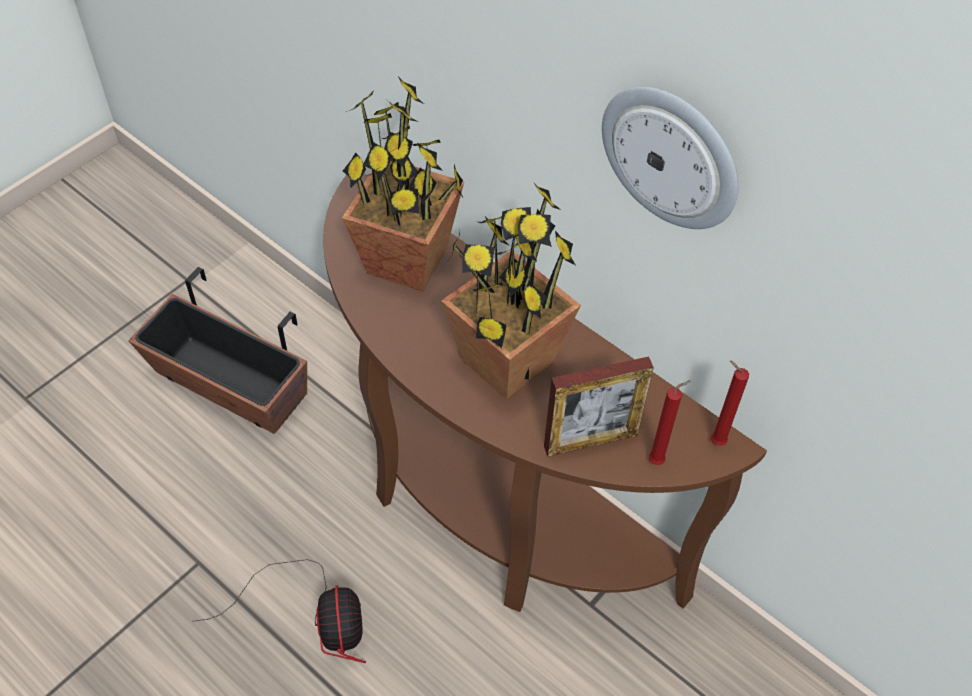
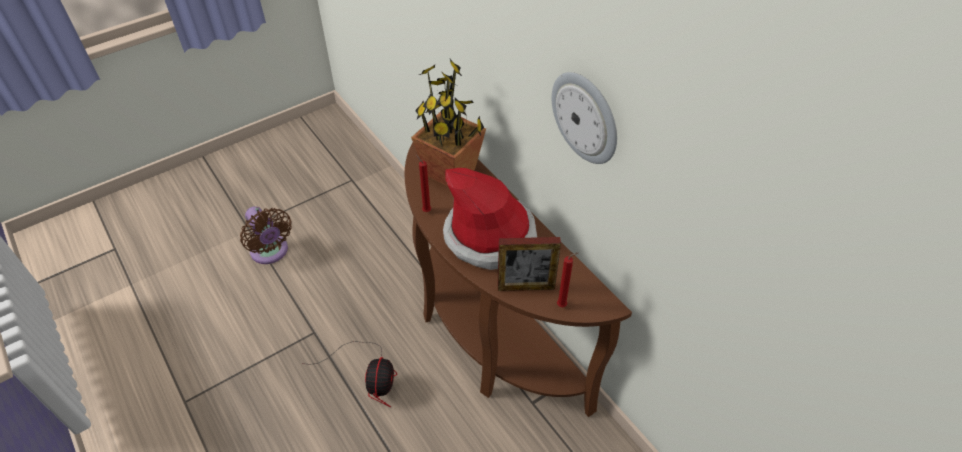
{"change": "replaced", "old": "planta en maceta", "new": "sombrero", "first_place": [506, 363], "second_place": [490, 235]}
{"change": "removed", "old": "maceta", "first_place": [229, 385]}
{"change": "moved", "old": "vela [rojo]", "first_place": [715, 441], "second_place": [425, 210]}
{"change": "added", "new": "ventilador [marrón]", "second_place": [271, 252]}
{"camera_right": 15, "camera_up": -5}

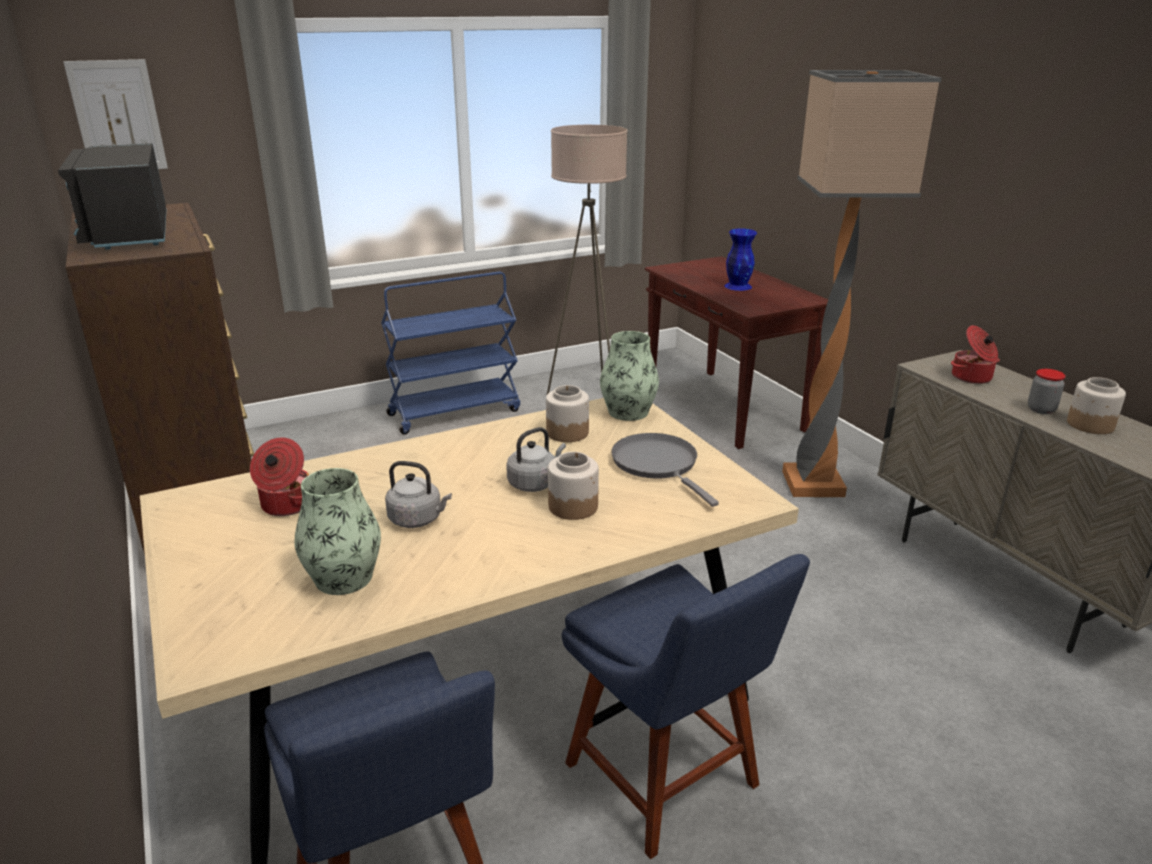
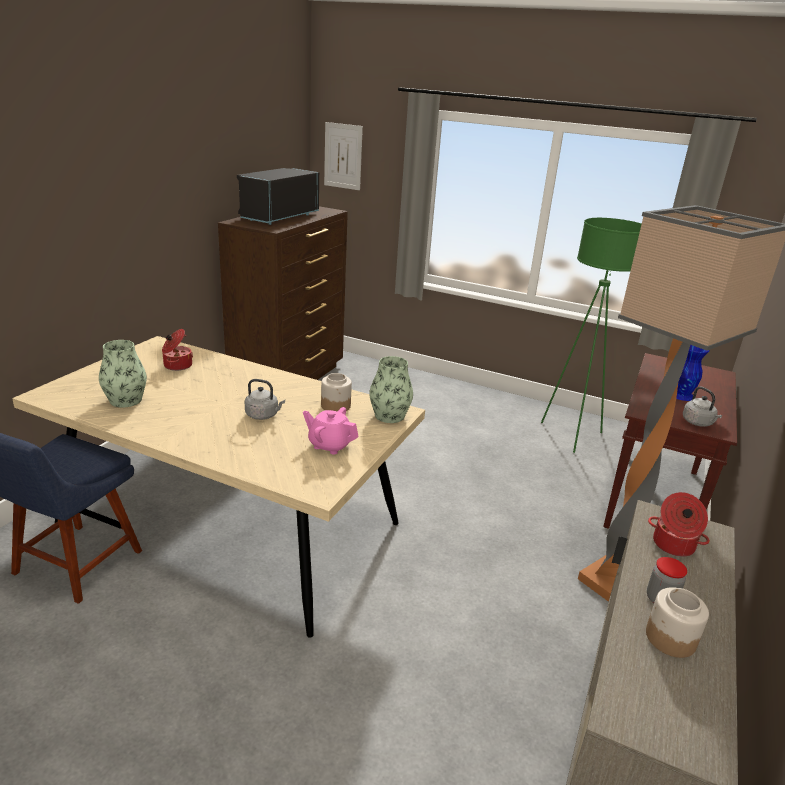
{"change": "recoloured", "old": "lámpara de pie [beis]", "new": "lámpara de pie [verde]", "first_place": [588, 394], "second_place": [571, 435]}
{"change": "removed", "old": "carrito [azul]", "first_place": [455, 412]}
{"change": "replaced", "old": "sartén [gris]", "new": "tetera [rosa]", "first_place": [658, 464], "second_place": [330, 445]}
{"change": "removed", "old": "tarro", "first_place": [573, 506]}
{"change": "moved", "old": "hervidor [gris]", "first_place": [418, 519], "second_place": [698, 423]}
{"change": "removed", "old": "silla [azul]", "first_place": [667, 781]}
{"camera_right": 50, "camera_up": 0}

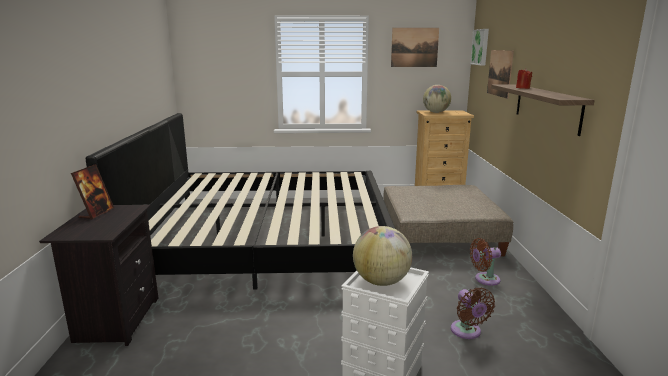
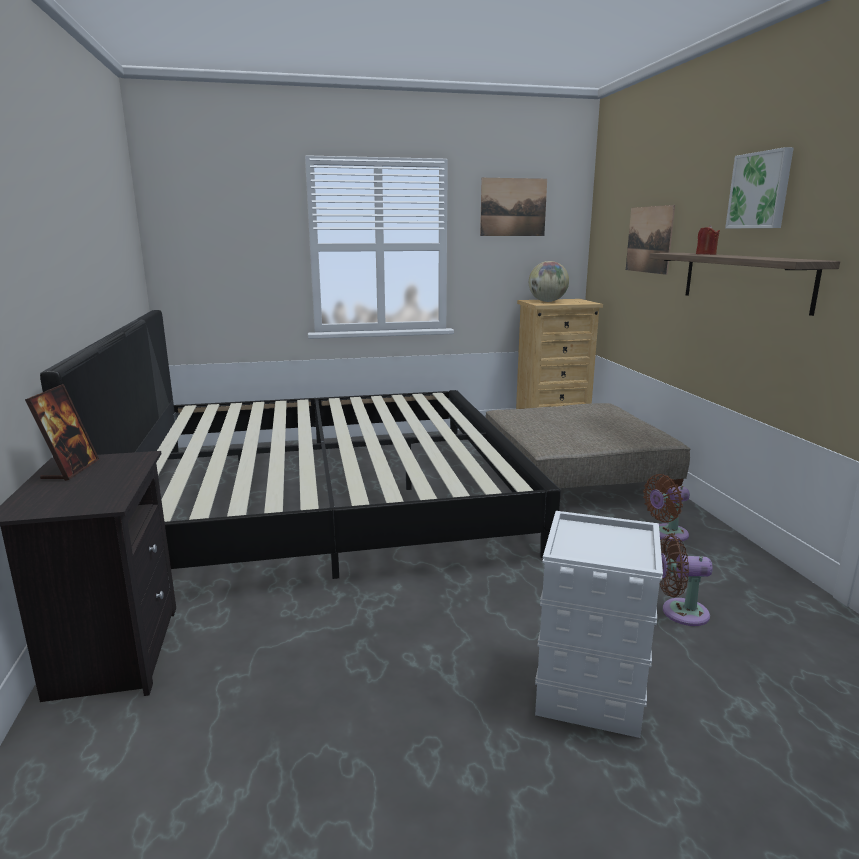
{"change": "moved", "old": "cuadro", "first_place": [481, 47], "second_place": [760, 190]}
{"change": "removed", "old": "globo terráqueo", "first_place": [381, 281]}
{"change": "turned", "old": "ventilador [marrón]", "first_place": [467, 332], "second_place": [680, 612], "degrees": 120}
{"camera_right": -10, "camera_up": 0}

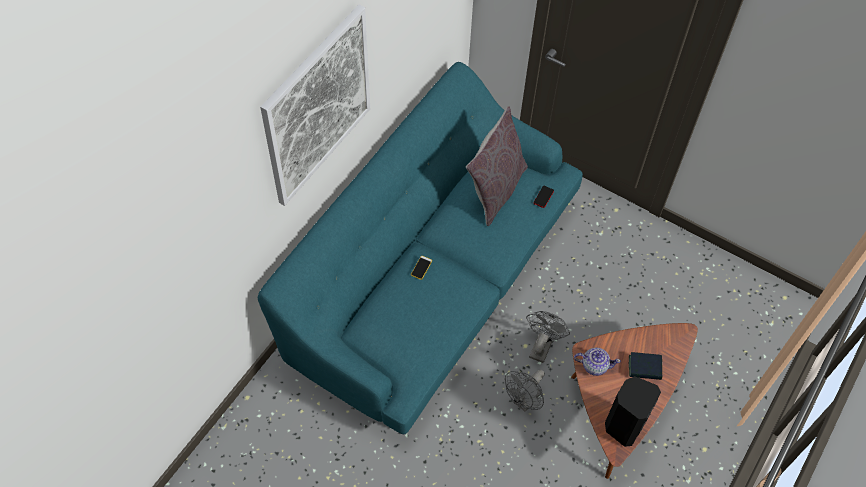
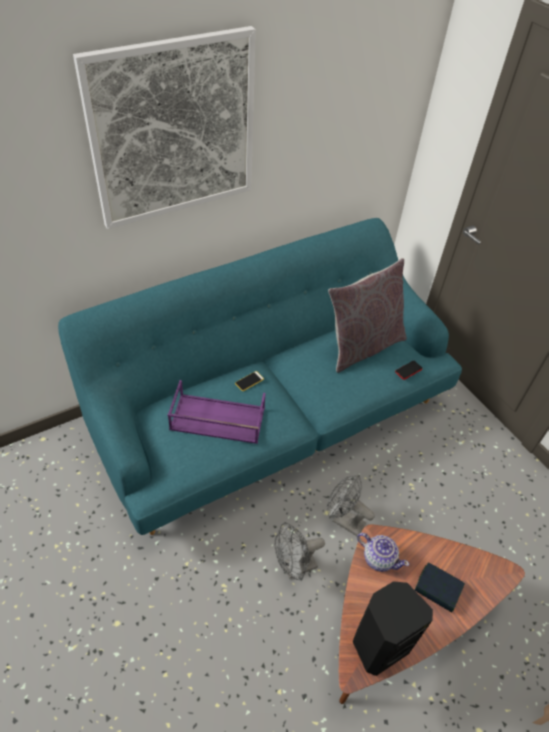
{"change": "turned", "old": "ventilador [gris]", "first_place": [541, 345], "second_place": [343, 520], "degrees": -105}
{"change": "added", "new": "bandeja [morado]", "second_place": [216, 419]}
{"camera_right": 25, "camera_up": -10}

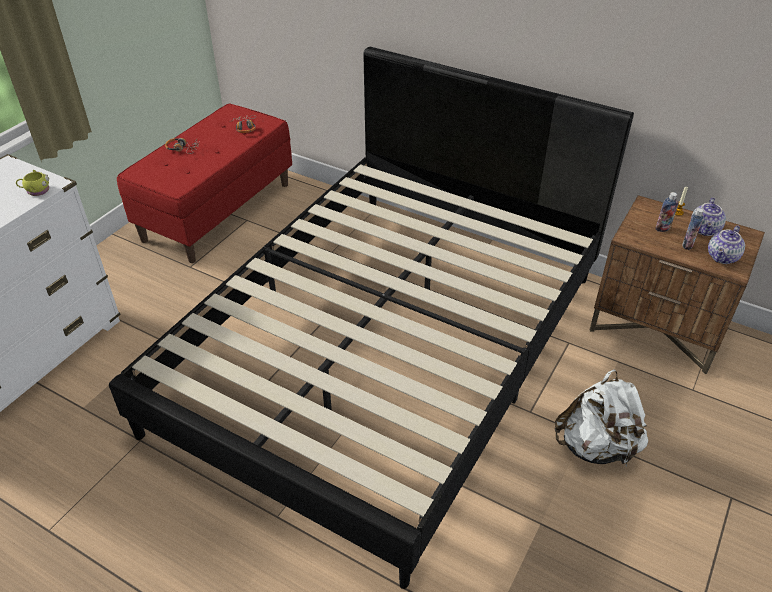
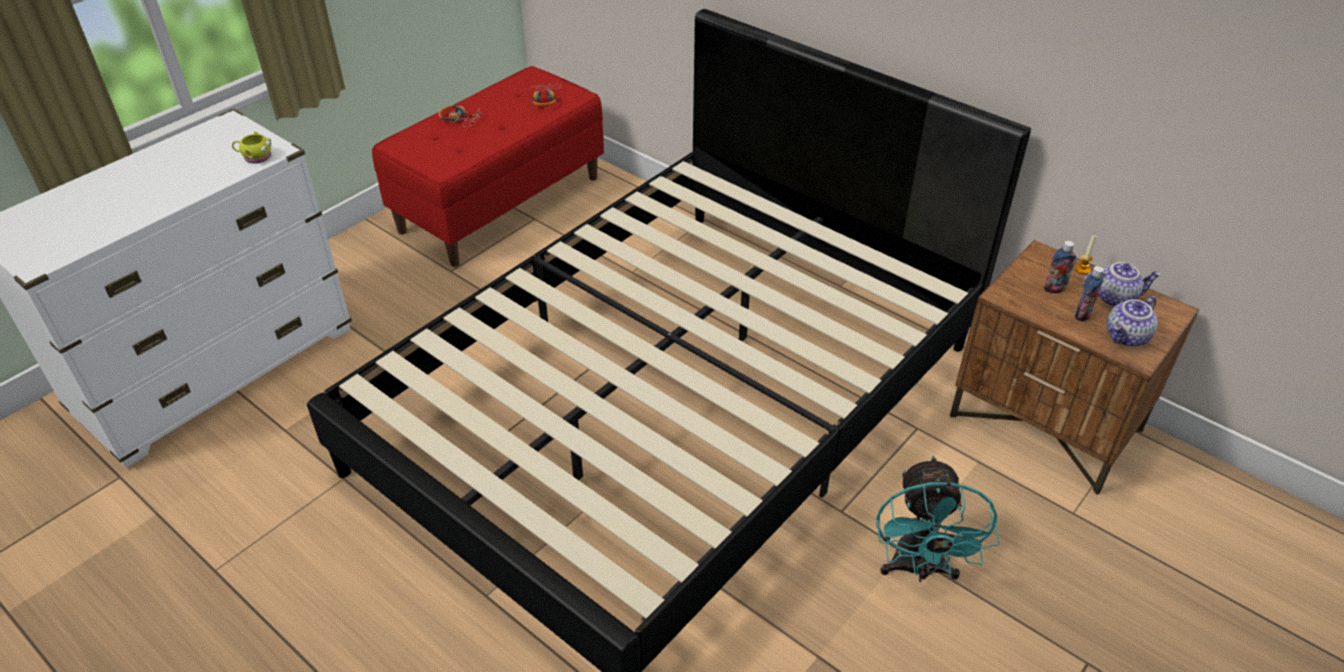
{"change": "turned", "old": "tetera", "first_place": [705, 230], "second_place": [1114, 297], "degrees": -120}
{"change": "replaced", "old": "mochila [blanco]", "new": "ventilador [turquesa]", "first_place": [596, 447], "second_place": [918, 569]}
{"camera_right": 10, "camera_up": 0}

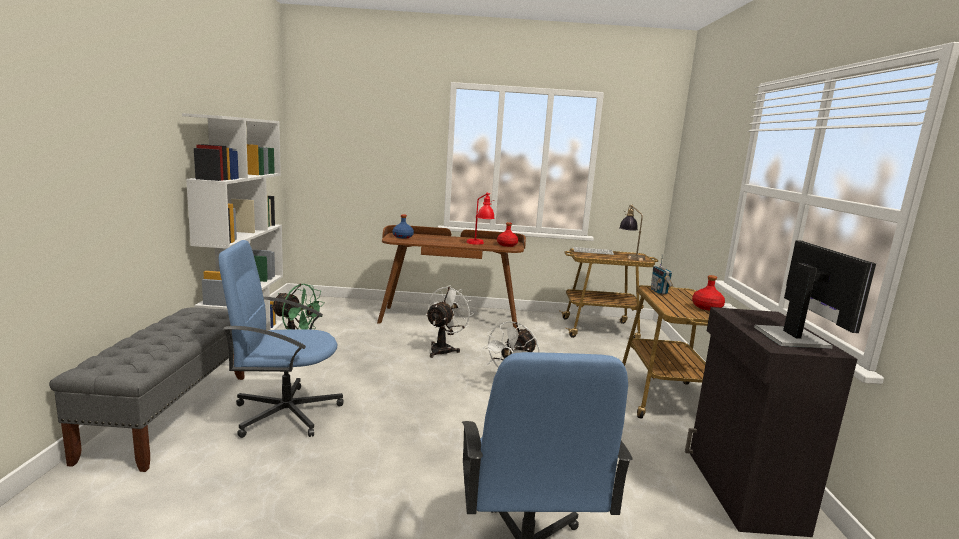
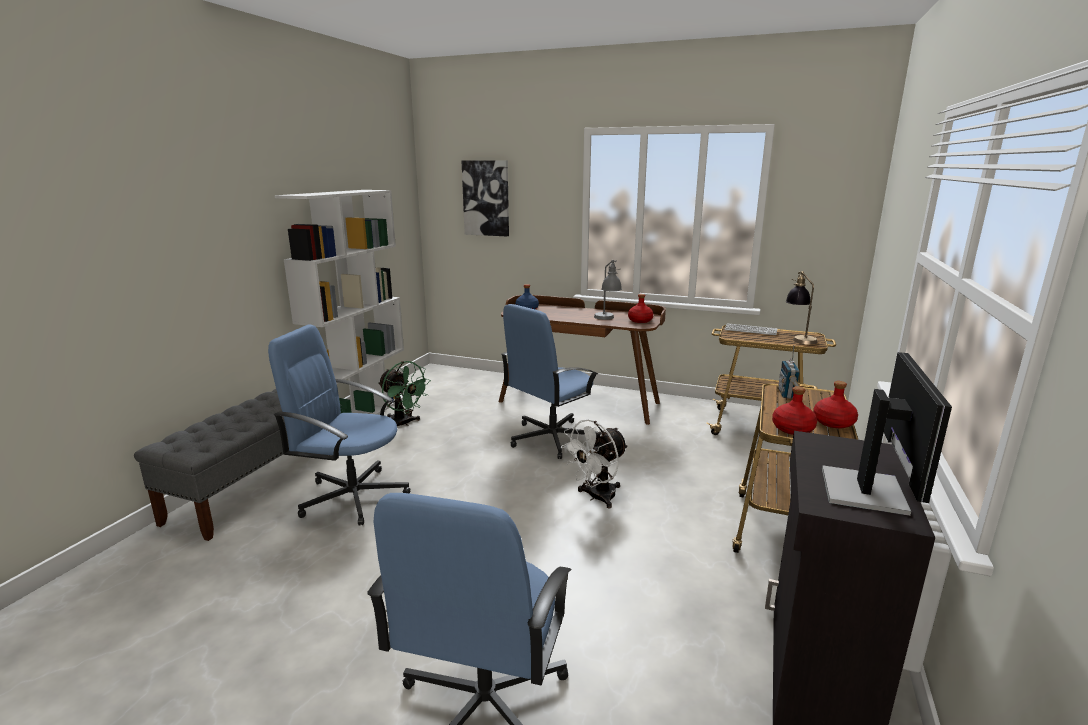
{"change": "recoloured", "old": "lámpara de mesa [rojo]", "new": "lámpara de mesa [gris]", "first_place": [479, 244], "second_place": [607, 319]}
{"change": "replaced", "old": "ventilador [blanco]", "new": "silla de oficina [azul]", "first_place": [444, 349], "second_place": [551, 438]}
{"change": "added", "new": "cuadro", "second_place": [486, 198]}
{"change": "added", "new": "botella [rojo]", "second_place": [793, 429]}
{"camera_right": 20, "camera_up": 5}

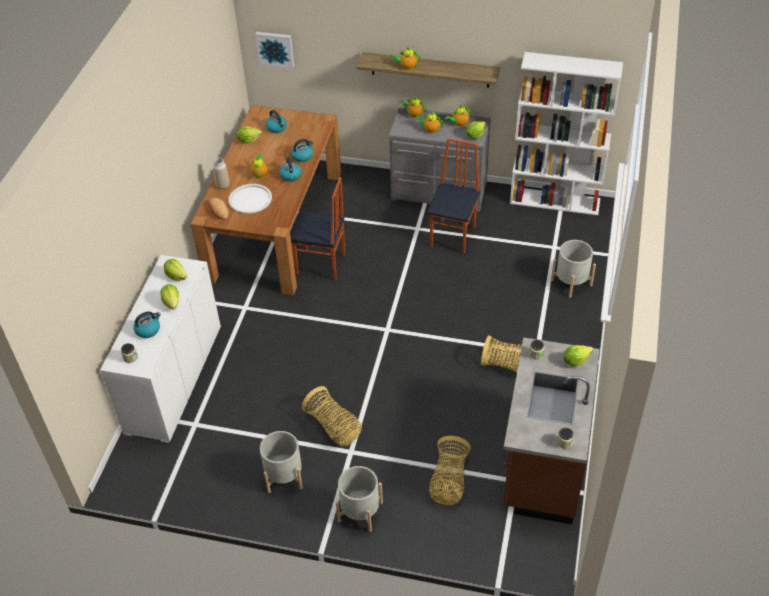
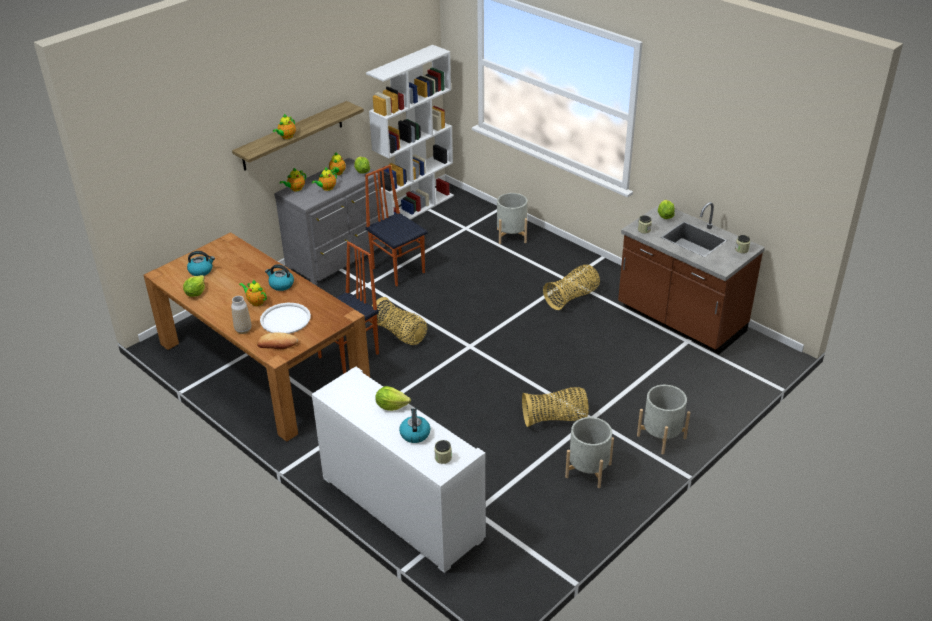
{"change": "removed", "old": "cuadro", "first_place": [275, 48]}
{"change": "removed", "old": "hervidor", "first_place": [302, 156]}
{"change": "removed", "old": "lechuga", "first_place": [176, 276]}
{"change": "moved", "old": "cesta", "first_place": [448, 481], "second_place": [400, 334]}
{"camera_right": -60, "camera_up": -10}

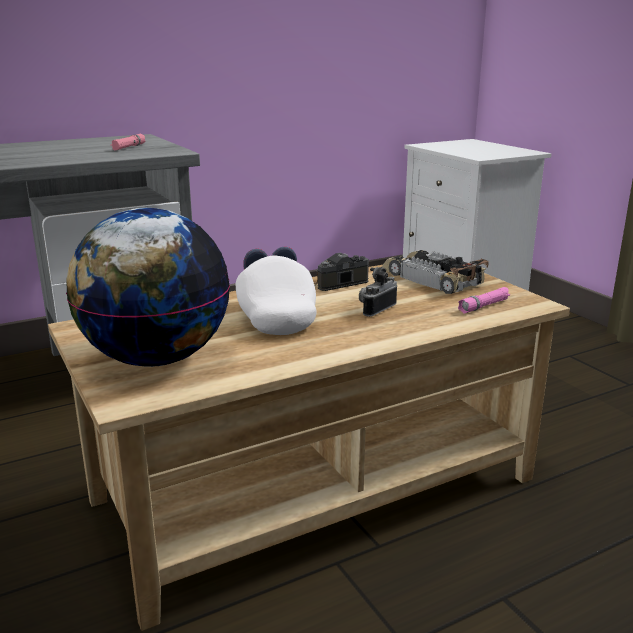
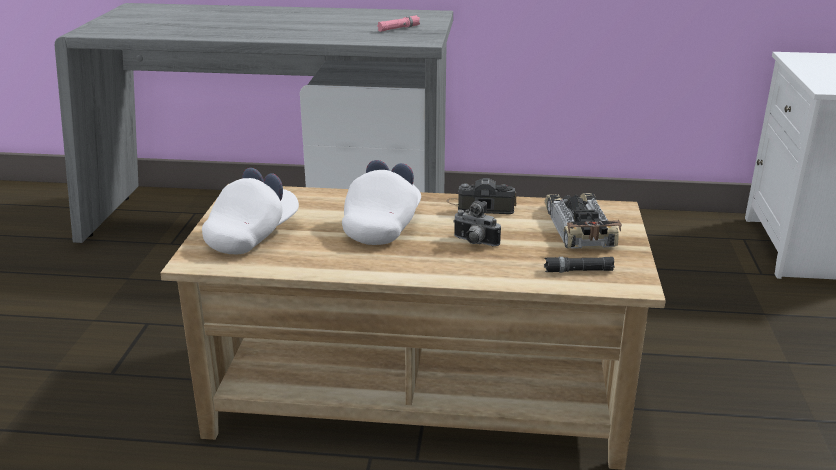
{"change": "replaced", "old": "globo terráqueo", "new": "gorra [blanco]", "first_place": [155, 359], "second_place": [253, 235]}
{"change": "turned", "old": "cámara", "first_place": [375, 309], "second_place": [474, 243], "degrees": -135}
{"change": "recoloured", "old": "linterna [rosa]", "new": "linterna [negro]", "first_place": [484, 306], "second_place": [578, 270]}
{"camera_right": 35, "camera_up": 5}

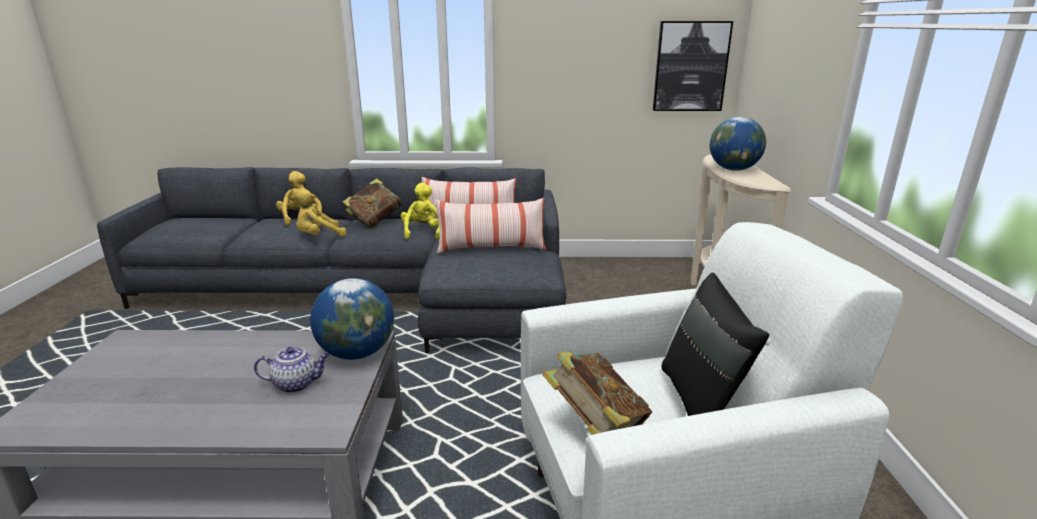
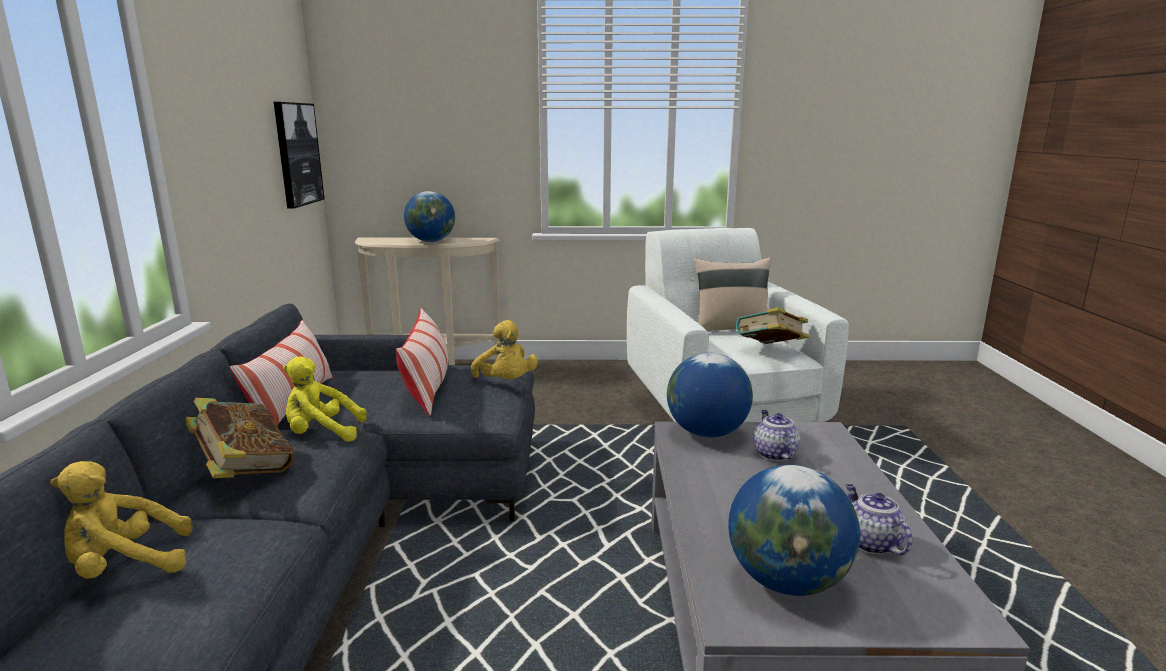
{"change": "moved", "old": "peluche [amarillo]", "first_place": [319, 237], "second_place": [506, 383]}
{"change": "recoloured", "old": "cojín [negro]", "new": "cojín [beis]", "first_place": [701, 402], "second_place": [730, 329]}
{"change": "added", "new": "globo terráqueo", "second_place": [787, 581]}
{"change": "added", "new": "tetera", "second_place": [870, 542]}
{"camera_right": -90, "camera_up": -5}

